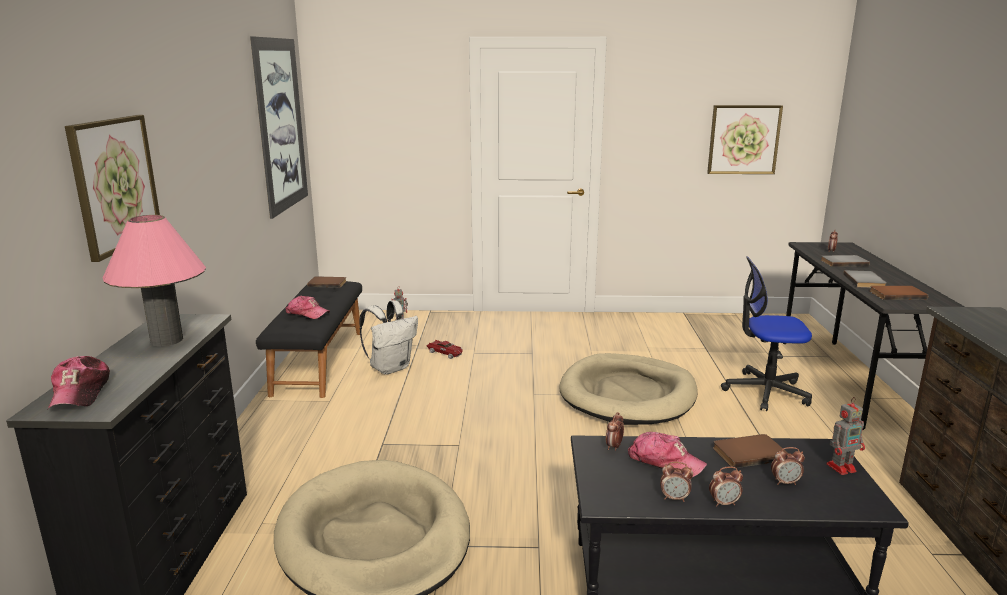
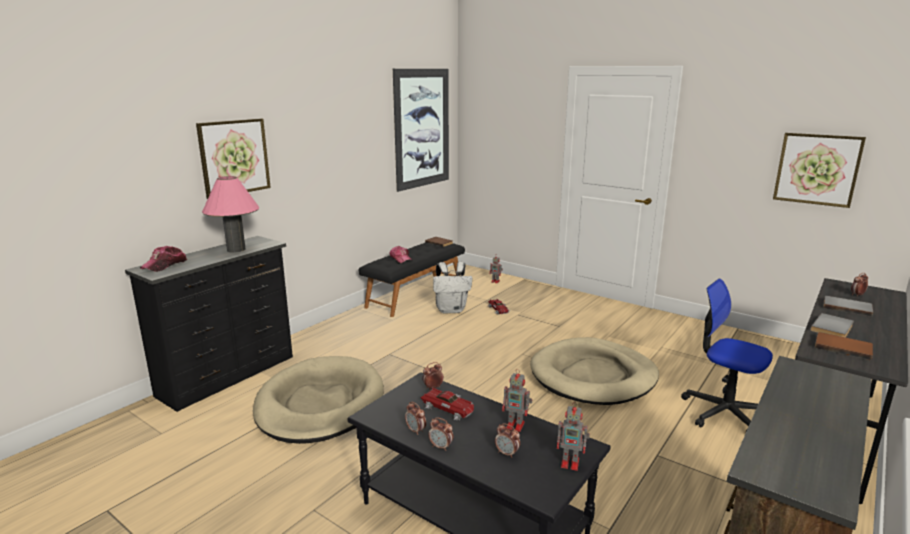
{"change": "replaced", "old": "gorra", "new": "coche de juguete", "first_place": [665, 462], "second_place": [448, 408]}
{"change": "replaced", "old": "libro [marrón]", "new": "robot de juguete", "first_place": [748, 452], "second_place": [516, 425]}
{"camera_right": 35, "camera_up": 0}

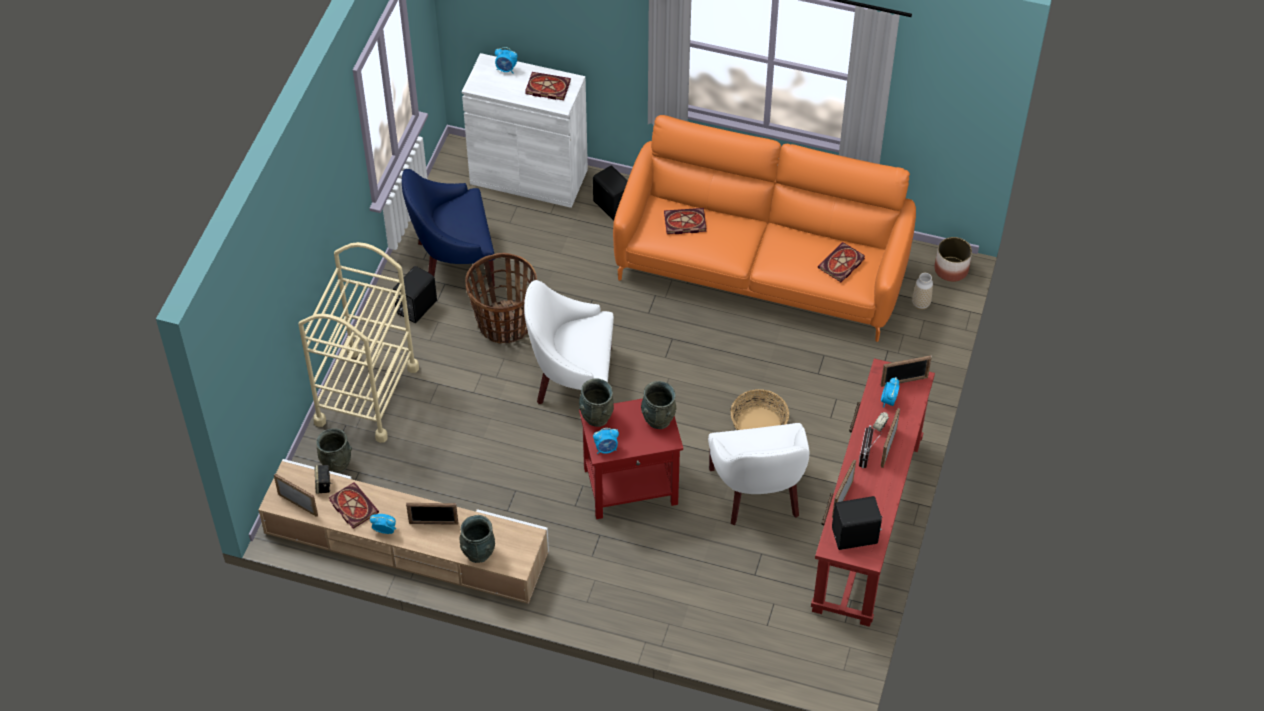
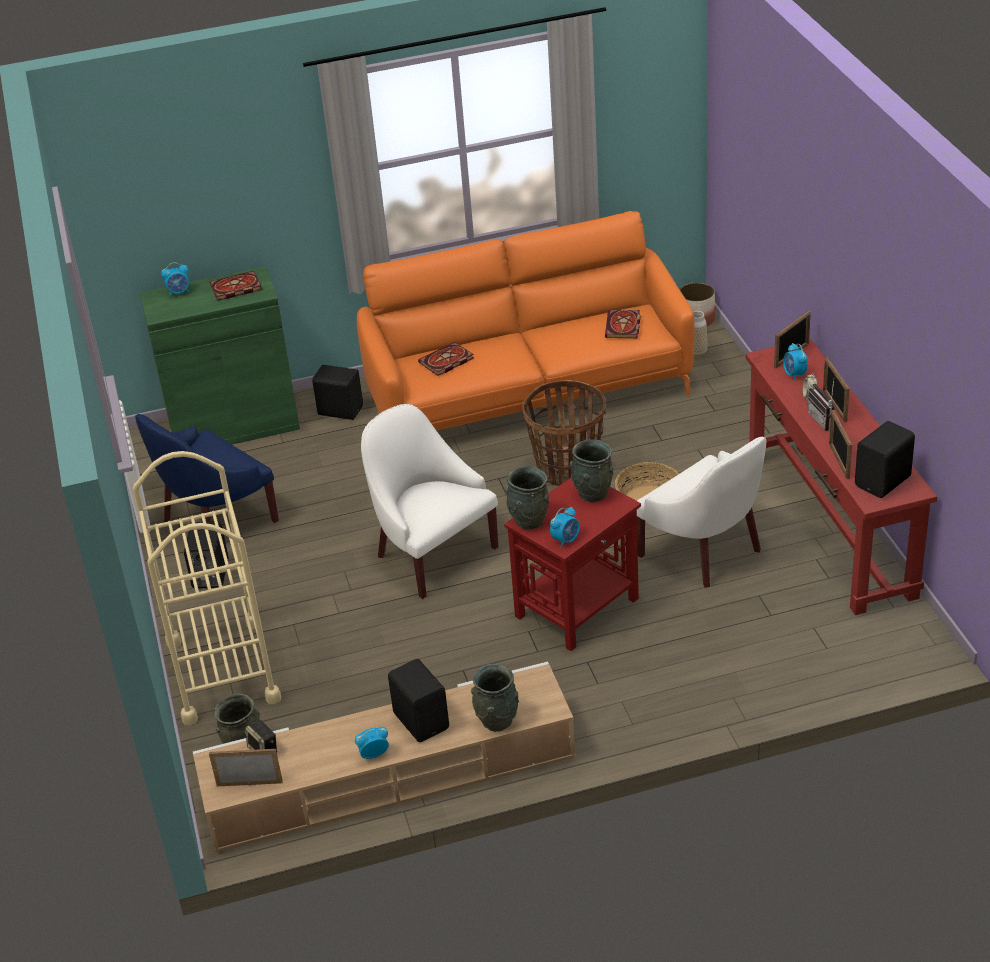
{"change": "recoloured", "old": "armario [blanco]", "new": "armario [verde]", "first_place": [529, 176], "second_place": [234, 425]}
{"change": "moved", "old": "cesta", "first_place": [504, 324], "second_place": [568, 469]}
{"change": "turned", "old": "sillón [blanco]", "first_place": [572, 379], "second_place": [432, 554], "degrees": 75}
{"change": "removed", "old": "libro", "first_place": [352, 506]}
{"change": "replaced", "old": "portarretratos", "new": "altavoz [negro]", "first_place": [433, 523], "second_place": [422, 720]}
{"camera_right": -30, "camera_up": -15}

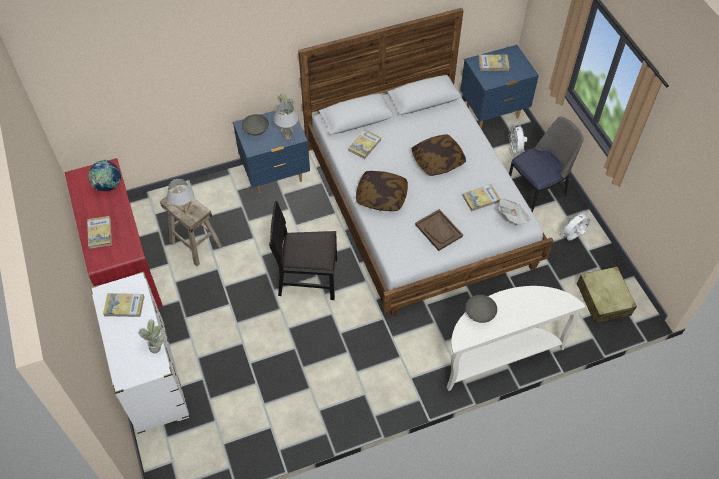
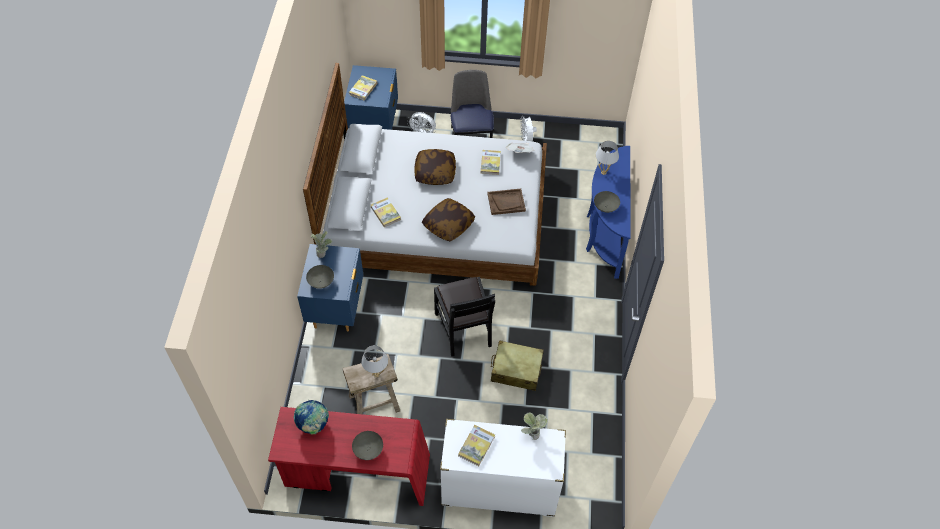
{"change": "moved", "old": "lámpara de mesa [blanco]", "first_place": [288, 137], "second_place": [603, 172]}
{"change": "turned", "old": "silla [negro]", "first_place": [308, 278], "second_place": [463, 329], "degrees": -45}
{"change": "replaced", "old": "libro", "new": "cuenco [gris]", "first_place": [100, 233], "second_place": [368, 449]}
{"change": "moved", "old": "maleta [beis]", "first_place": [603, 299], "second_place": [516, 370]}
{"change": "recoloured", "old": "mesa consola [blanco]", "new": "mesa consola [azul]", "first_place": [499, 355], "second_place": [603, 233]}
{"camera_right": -65, "camera_up": 0}

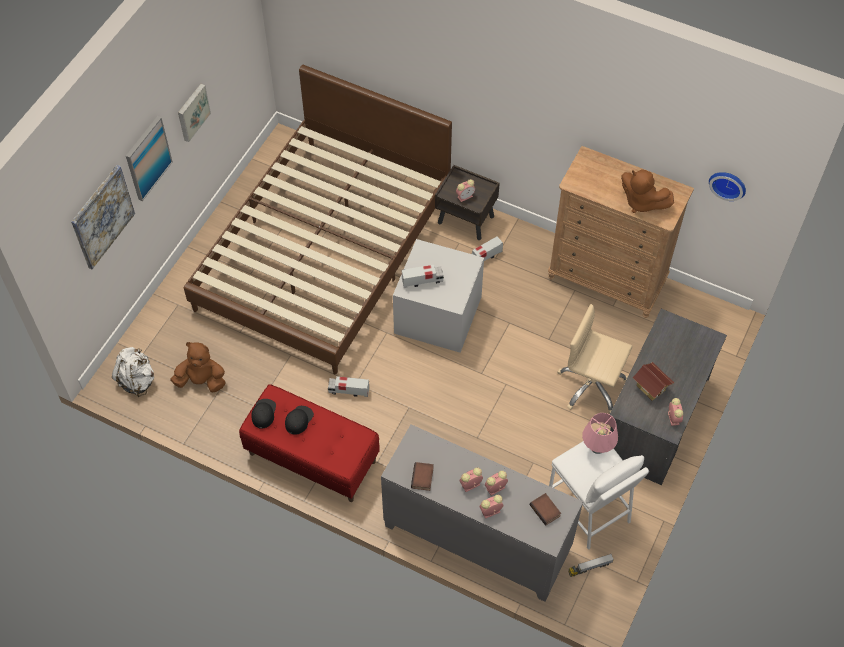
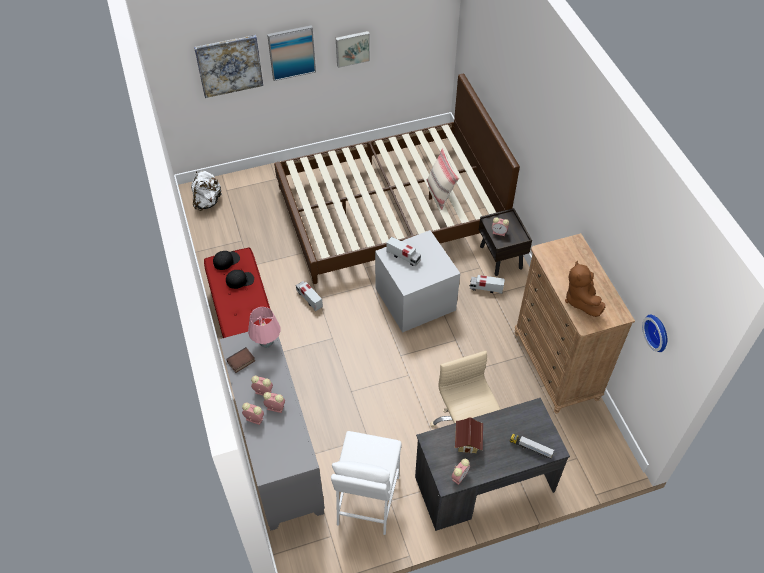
{"change": "removed", "old": "peluche [marrón]", "first_place": [201, 381]}
{"change": "moved", "old": "lámpara de mesa [rosa]", "first_place": [597, 448], "second_place": [267, 343]}
{"change": "removed", "old": "libro", "first_place": [546, 510]}
{"change": "moved", "old": "camión de juguete", "first_place": [590, 567], "second_place": [530, 448]}
{"change": "added", "new": "cojín [beis]", "second_place": [440, 193]}
{"camera_right": 45, "camera_up": -5}

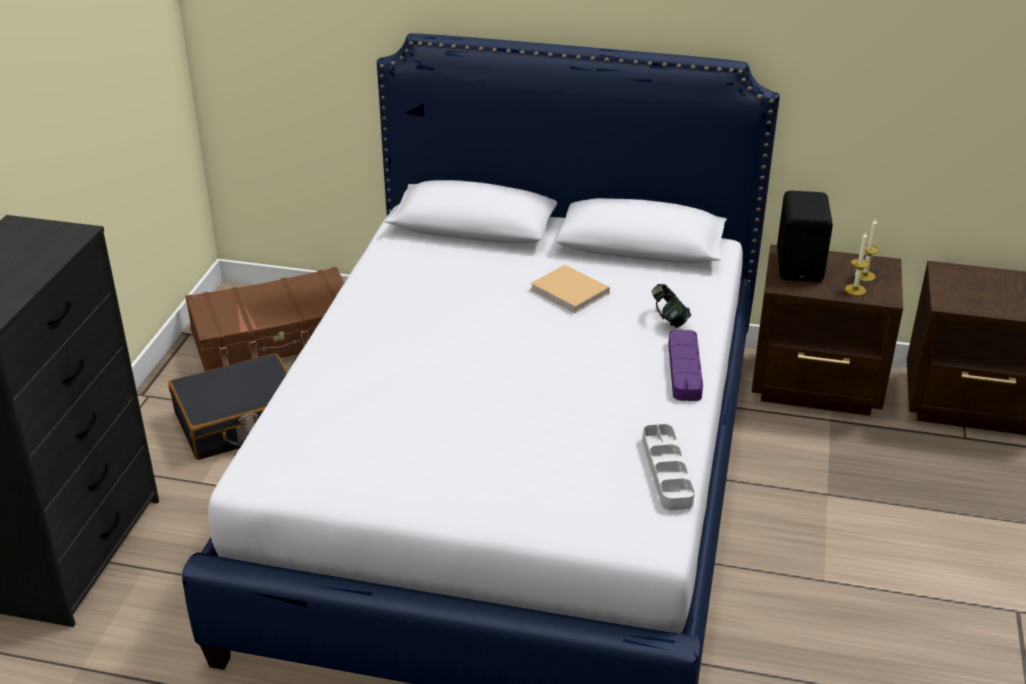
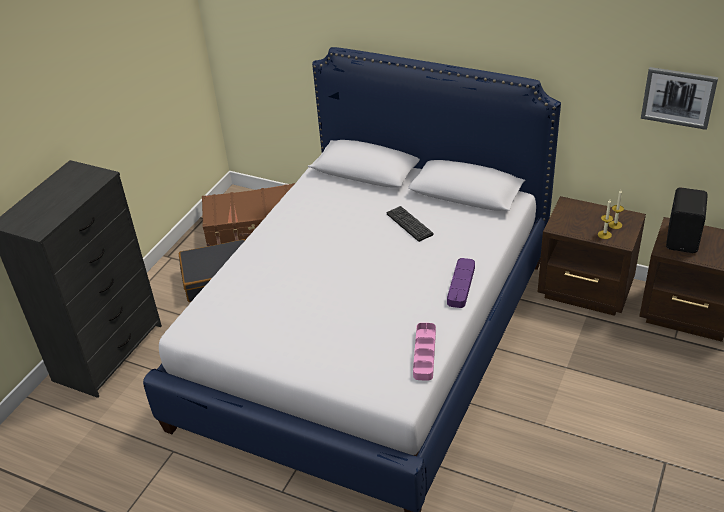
{"change": "moved", "old": "altavoz [negro]", "first_place": [801, 266], "second_place": [683, 239]}
{"change": "replaced", "old": "libro [beis]", "new": "teclado", "first_place": [571, 292], "second_place": [409, 224]}
{"change": "removed", "old": "auriculares", "first_place": [669, 320]}
{"change": "recoloured", "old": "bandeja [gris]", "new": "bandeja [rosa]", "first_place": [667, 471], "second_place": [424, 354]}
{"change": "added", "new": "cuadro", "second_place": [678, 97]}
{"camera_right": 15, "camera_up": 5}

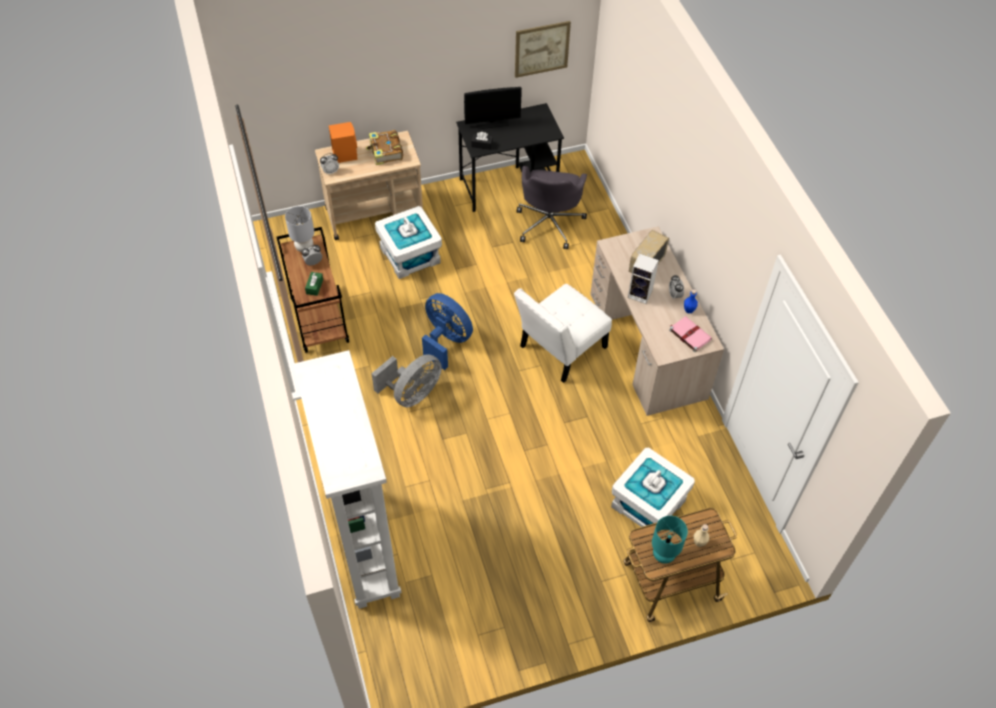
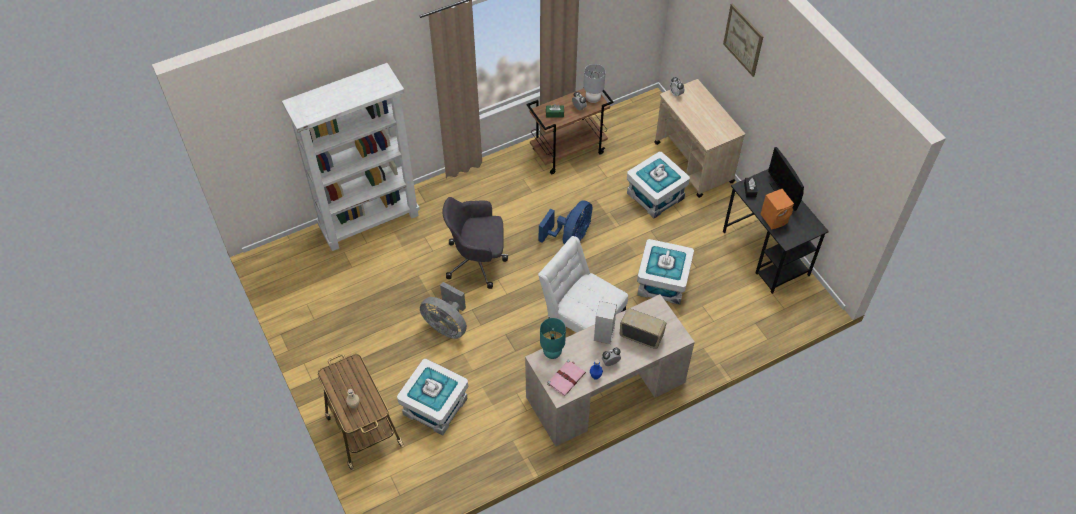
{"change": "moved", "old": "cuadro", "first_place": [541, 49], "second_place": [743, 40]}
{"change": "moved", "old": "altavoz [naranja]", "first_place": [345, 154], "second_place": [775, 218]}
{"change": "removed", "old": "libro", "first_place": [385, 152]}
{"change": "moved", "old": "silla de oficina [gris]", "first_place": [549, 223], "second_place": [477, 261]}
{"change": "moved", "old": "ventilador [gris]", "first_place": [412, 394], "second_place": [447, 325]}
{"change": "moved", "old": "lámpara de mesa [turquesa]", "first_place": [663, 555], "second_place": [552, 353]}
{"change": "added", "new": "caja de almacenaje [blanco]", "second_place": [663, 282]}
{"camera_right": 80, "camera_up": 0}

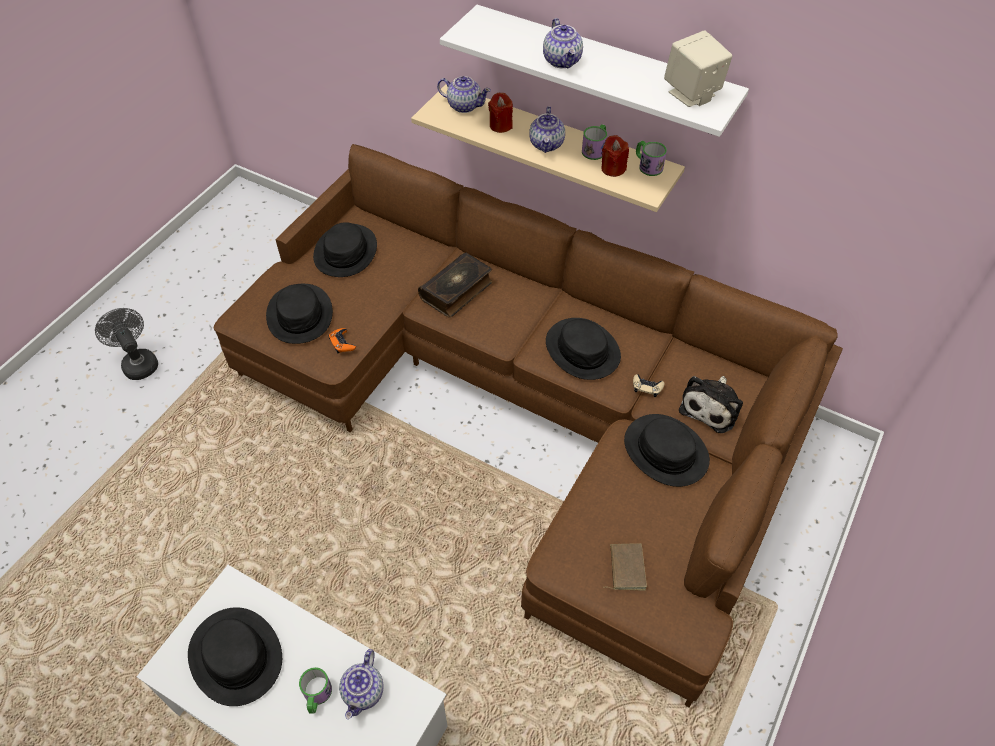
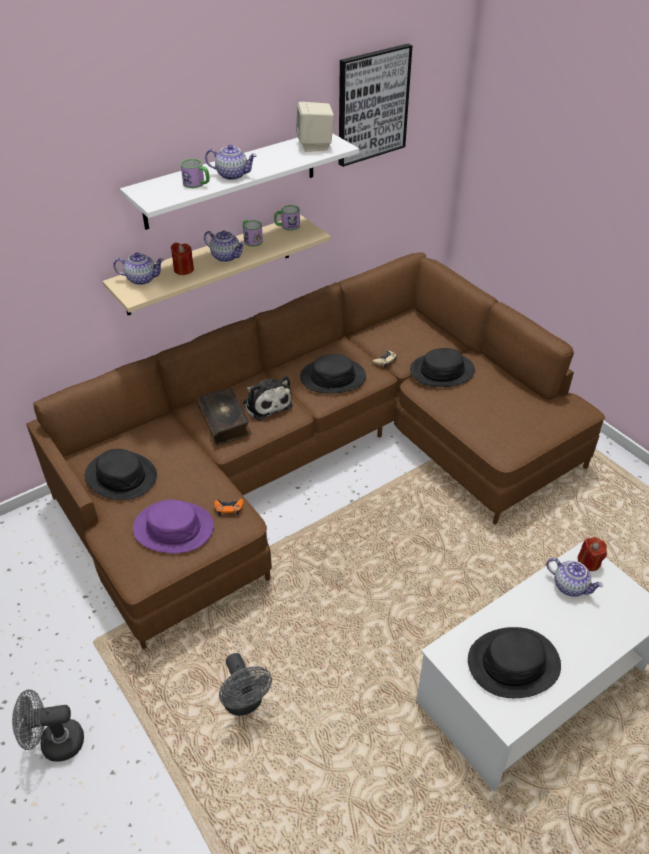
{"change": "turned", "old": "tetera", "first_place": [464, 105], "second_place": [141, 279], "degrees": 45}
{"change": "moved", "old": "vela [rojo]", "first_place": [613, 168], "second_place": [589, 562]}
{"change": "recoloured", "old": "sombrero [negro]", "new": "sombrero [morado]", "first_place": [300, 314], "second_place": [173, 528]}
{"change": "moved", "old": "peluche", "first_place": [711, 406], "second_place": [266, 403]}
{"change": "removed", "old": "libro [marrón]", "first_place": [625, 568]}
{"change": "moved", "old": "taza grande", "first_place": [317, 696], "second_place": [197, 184]}
{"change": "added", "new": "cuadro", "second_place": [372, 105]}
{"change": "added", "new": "ventilador [gris]", "second_place": [245, 703]}
{"camera_right": -65, "camera_up": -10}

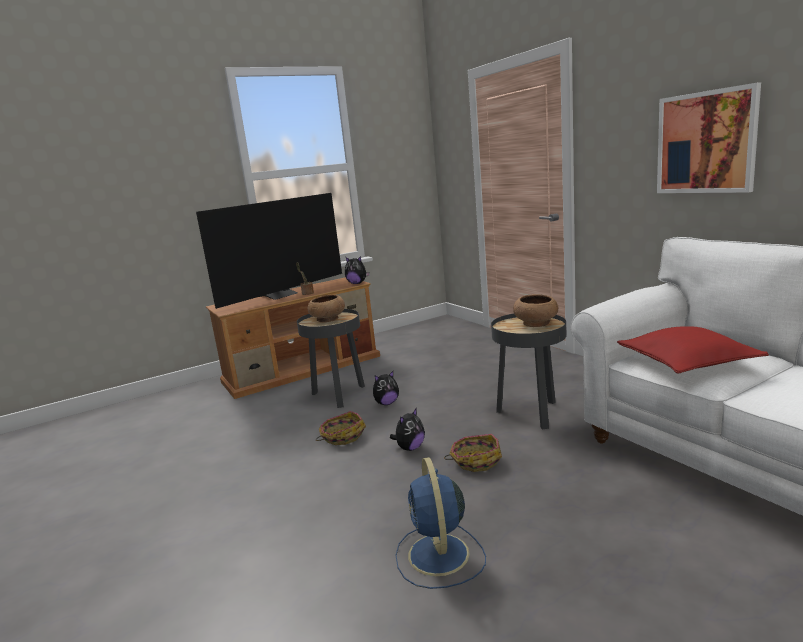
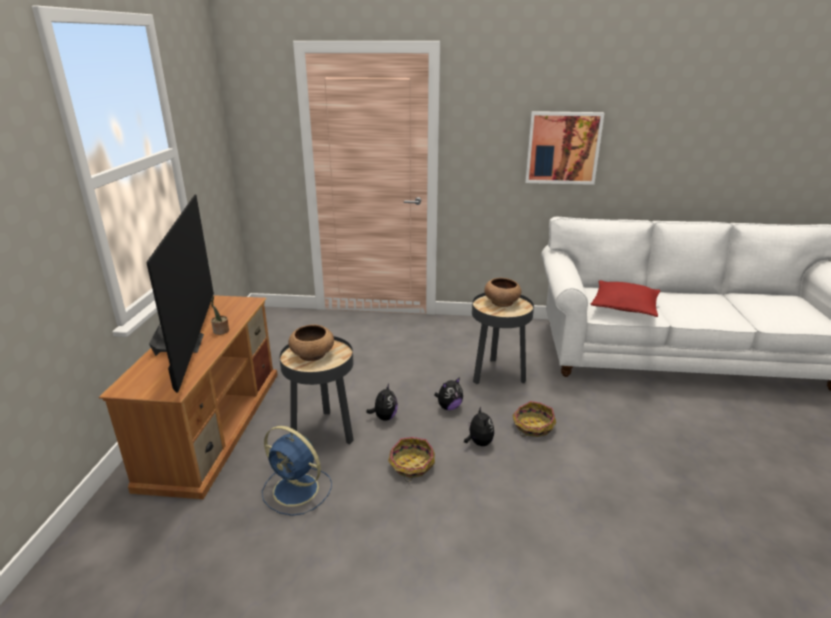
{"change": "moved", "old": "peluche", "first_place": [357, 283], "second_place": [449, 407]}
{"change": "moved", "old": "ventilador [azul]", "first_place": [439, 556], "second_place": [297, 490]}
{"camera_right": -55, "camera_up": 10}

